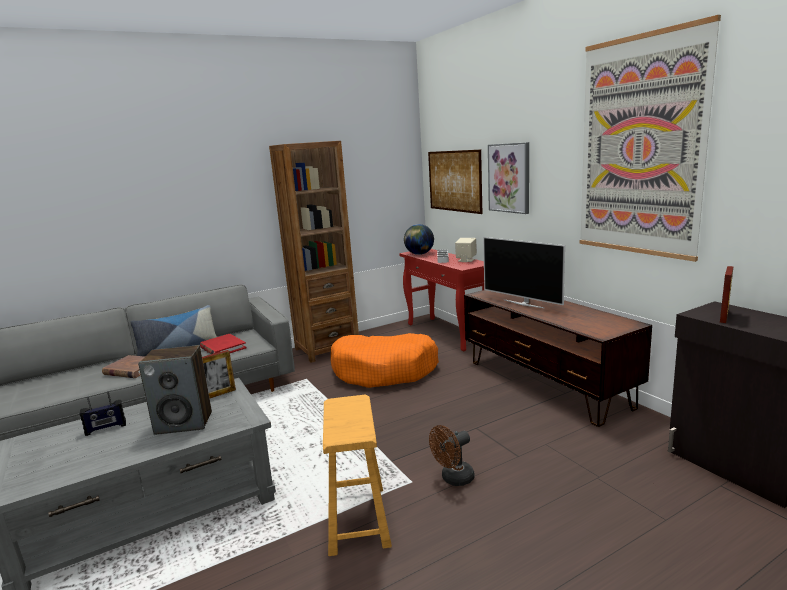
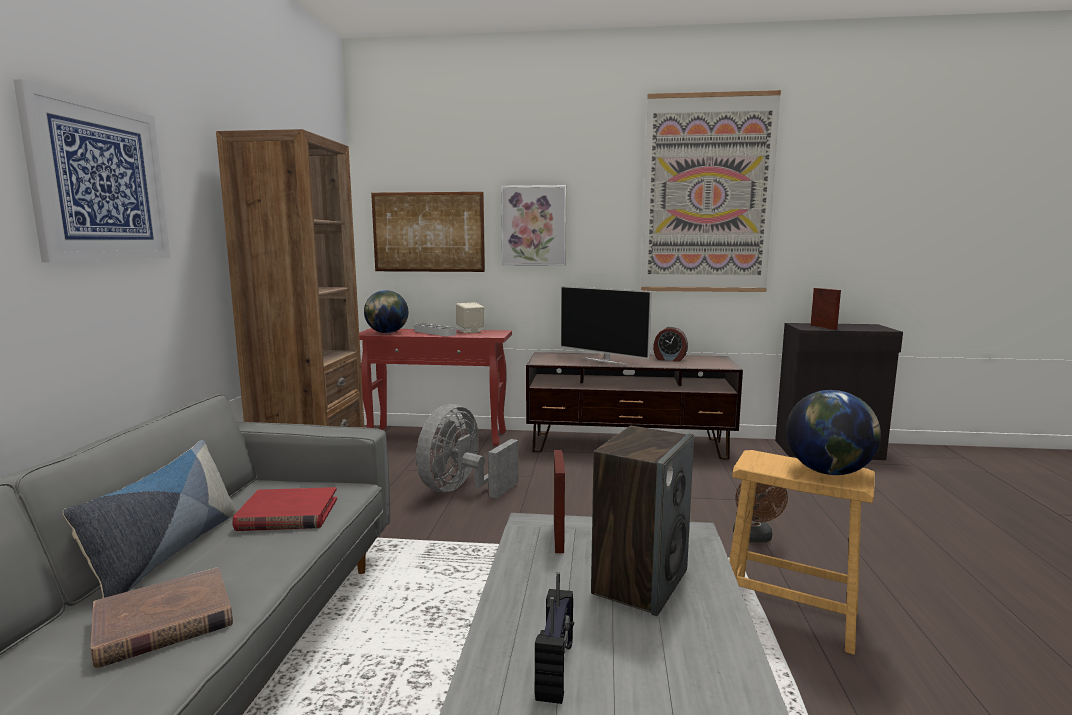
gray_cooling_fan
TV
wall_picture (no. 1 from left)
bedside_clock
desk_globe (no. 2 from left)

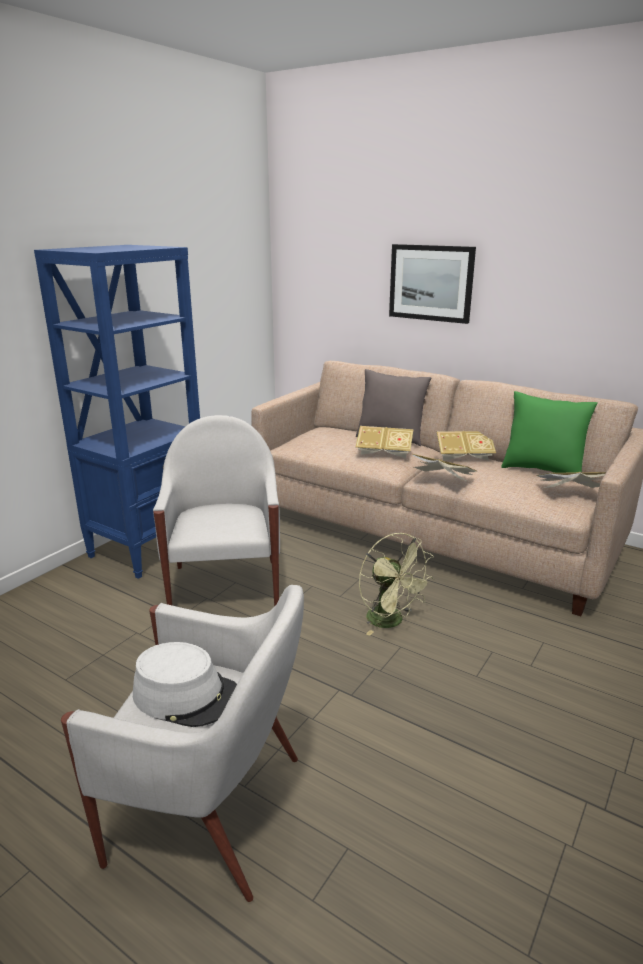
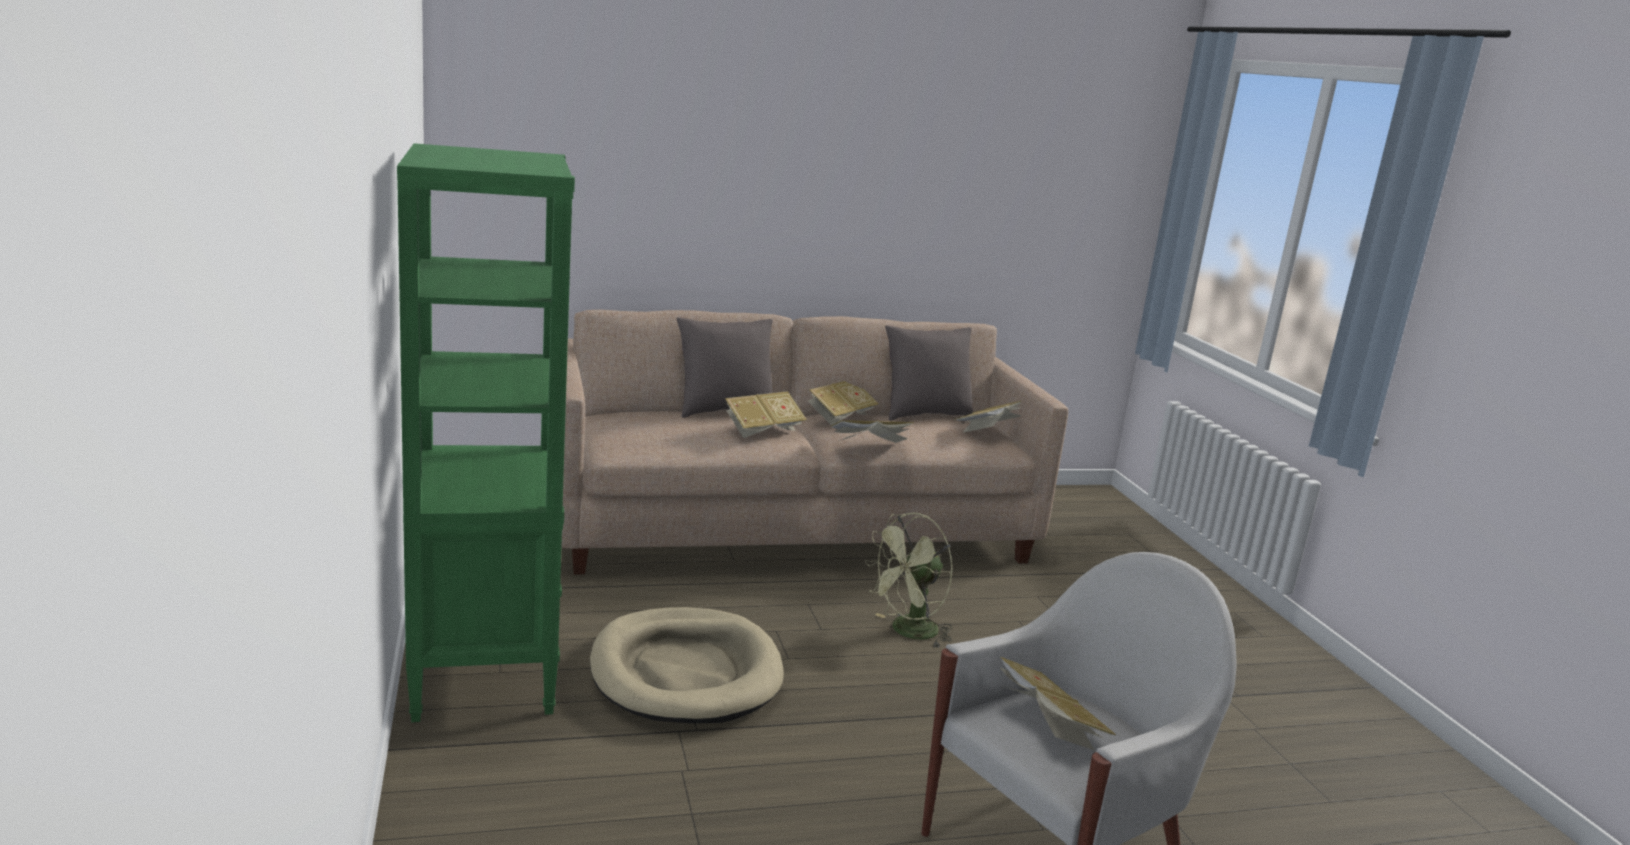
greenish_shelving_unit
volume (no. 5 from left)
sand-coloured_dog_bed
greenish_cooling_fan
wall_picture
gray_throw_pillow (no. 2 from left)

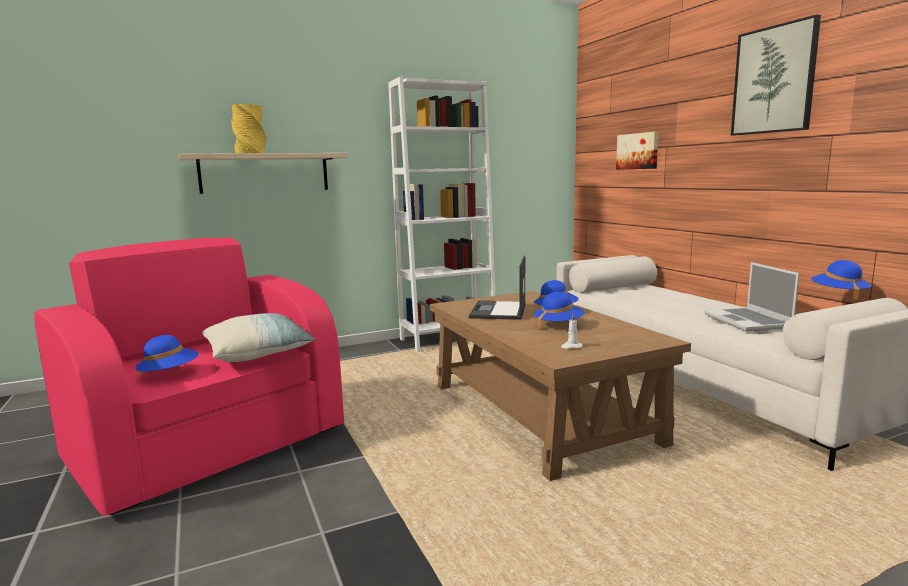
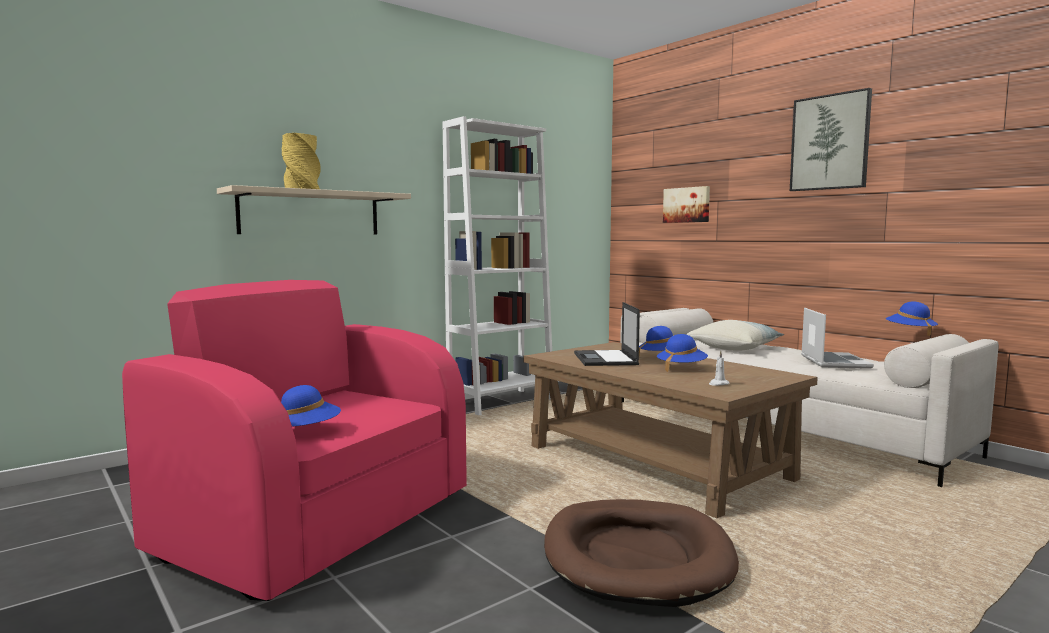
throw_pillow
laptop (no. 2 from left)
brown-coloured_dog_bed

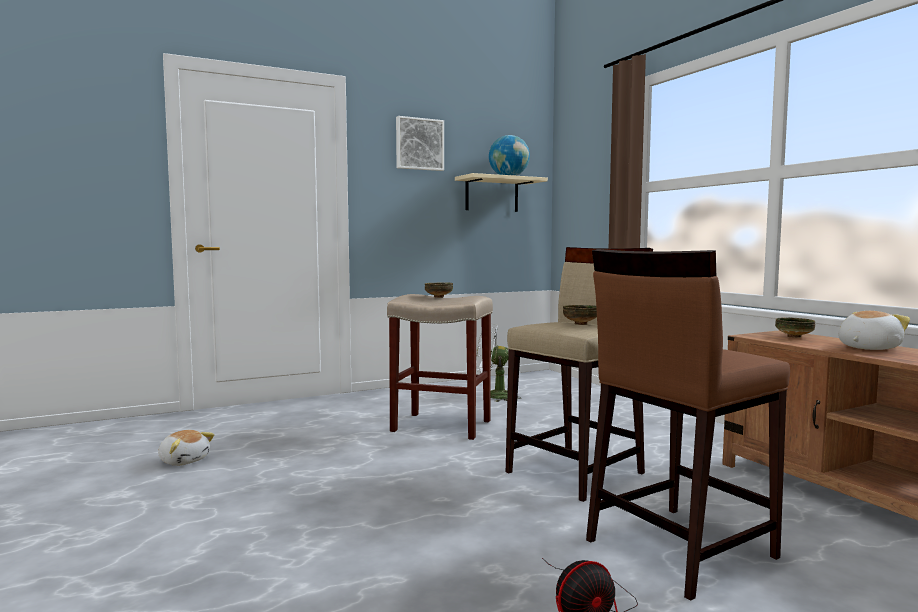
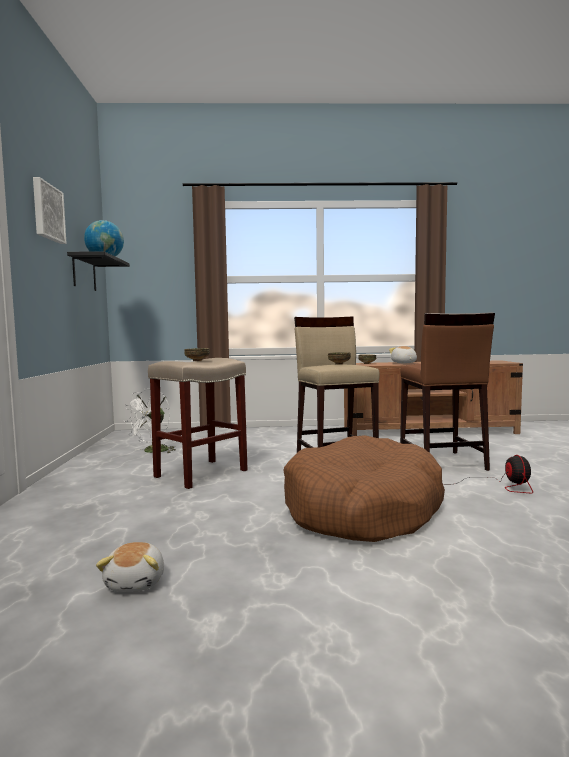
plush_toy (no. 1 from left)
blackish_bracket_shelf
brown-coloured_dog_bed

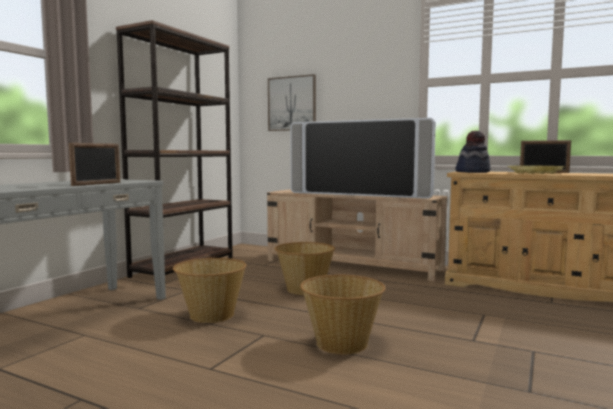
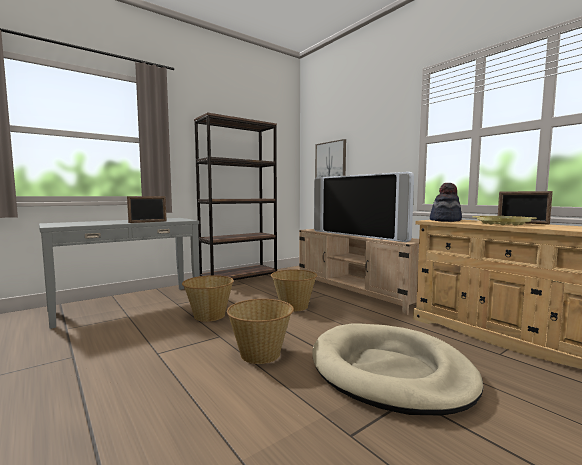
sand-coloured_dog_bed

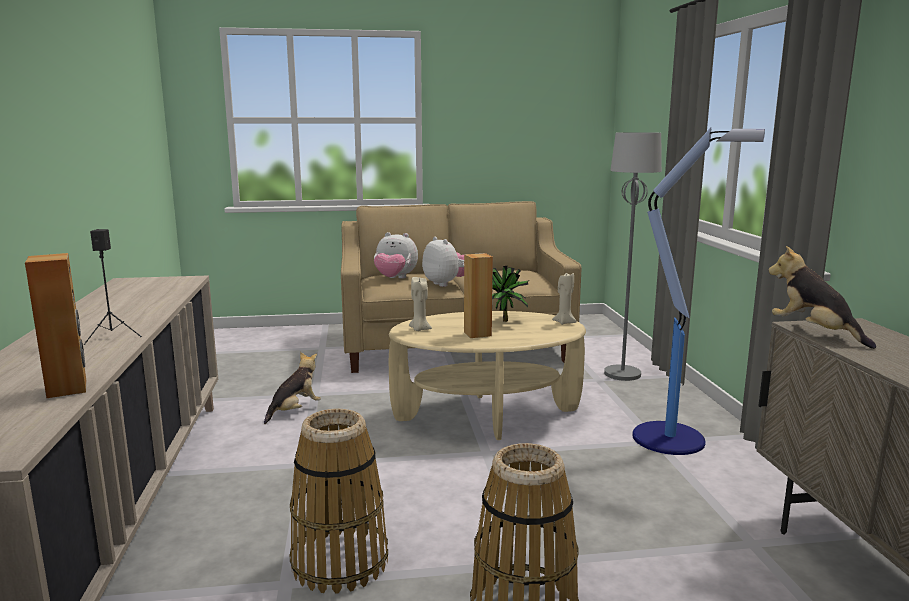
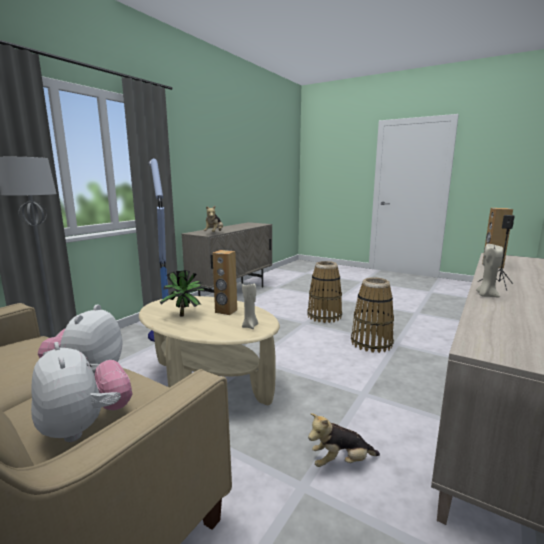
sand-coloured_candle (no. 2 from left)

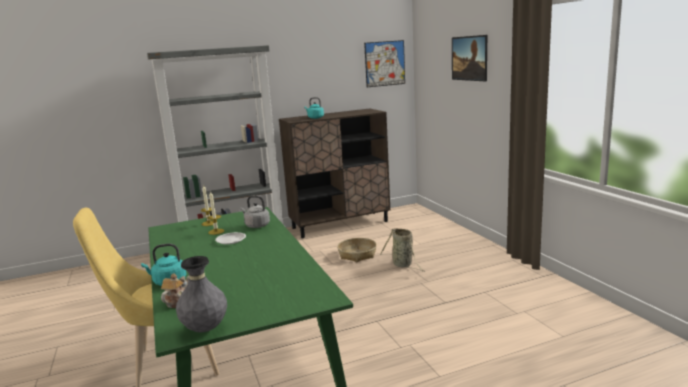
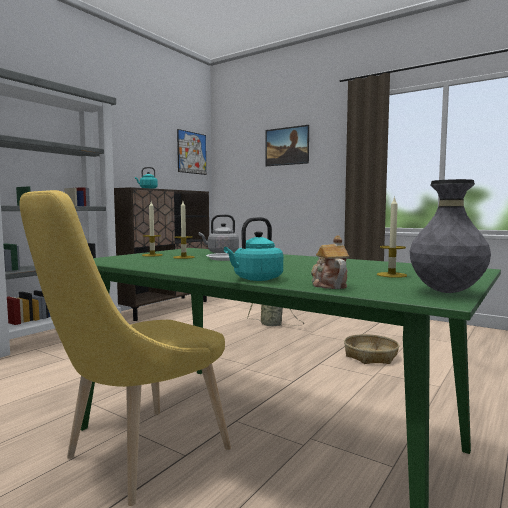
storage_basket (no. 2 from left)
candle (no. 3 from left)

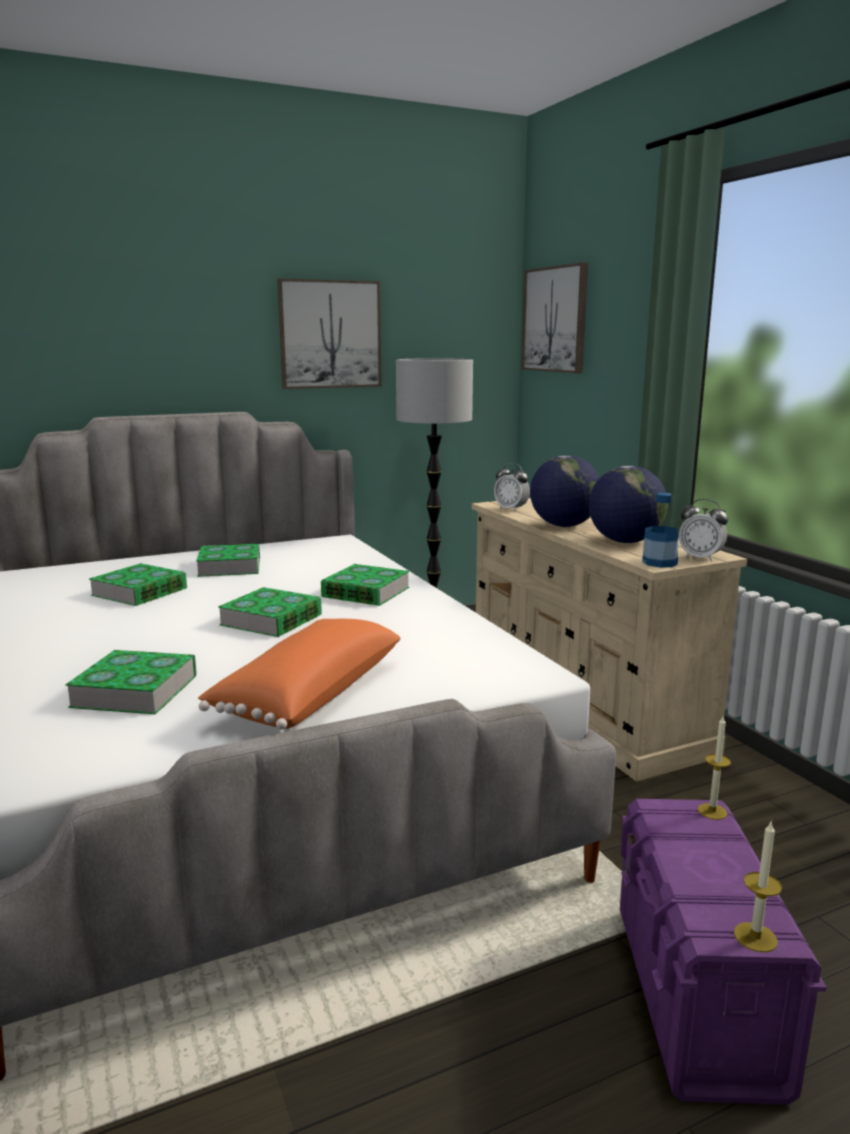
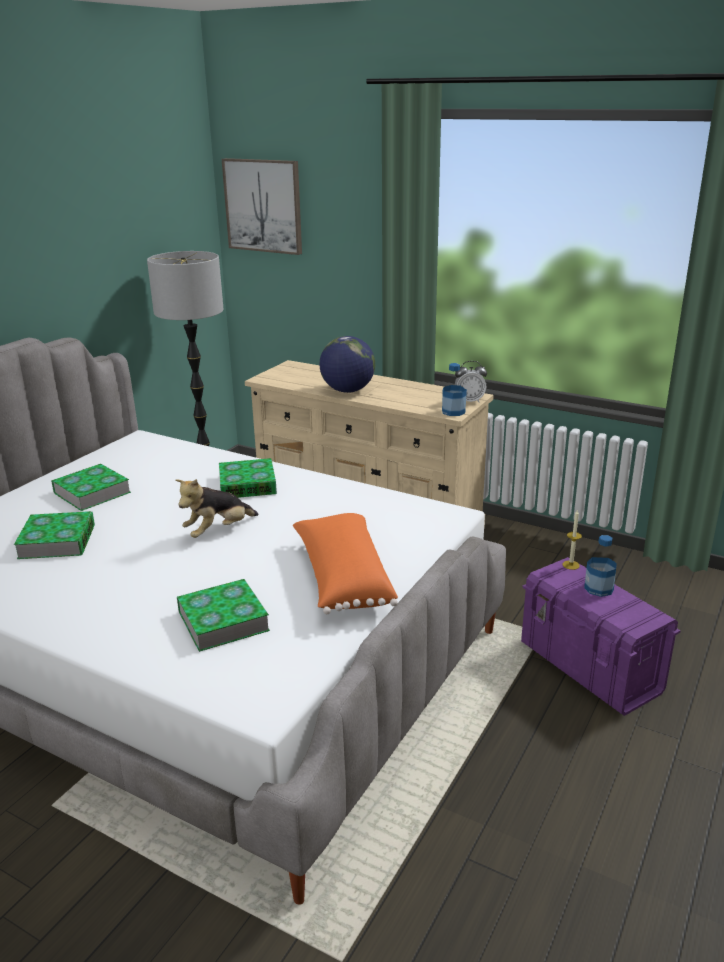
plush_toy
wall_picture (no. 1 from left in the first image)
bedside_clock (no. 1 from left in the first image)
desk_globe (no. 2 from left in the first image)
candle (no. 2 from left in the first image)
drink_bottle (no. 2 from left)

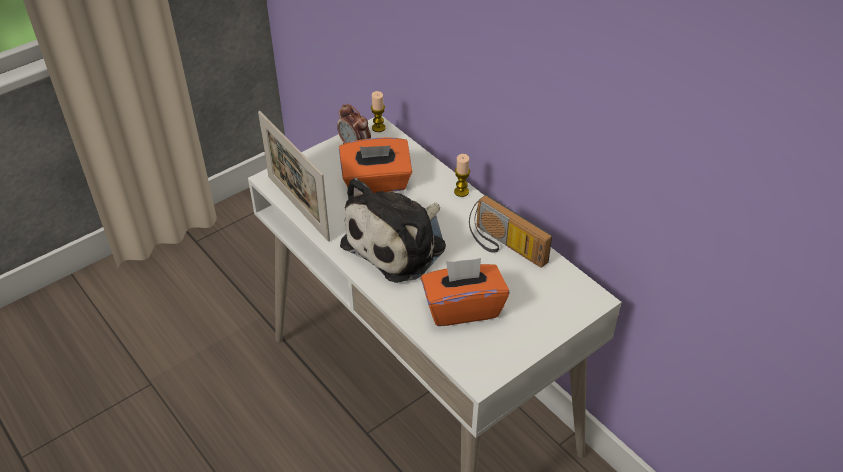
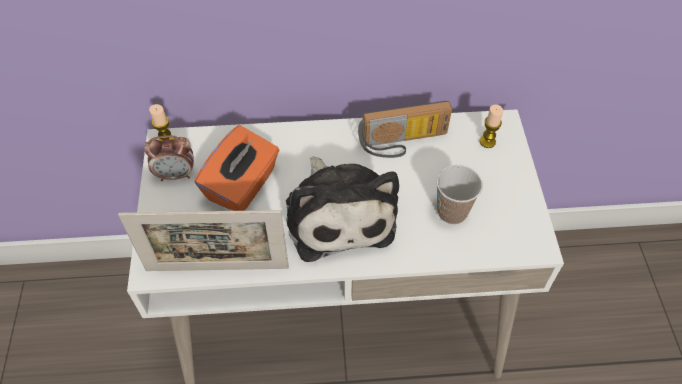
drinking_cup
candle (no. 2 from left)

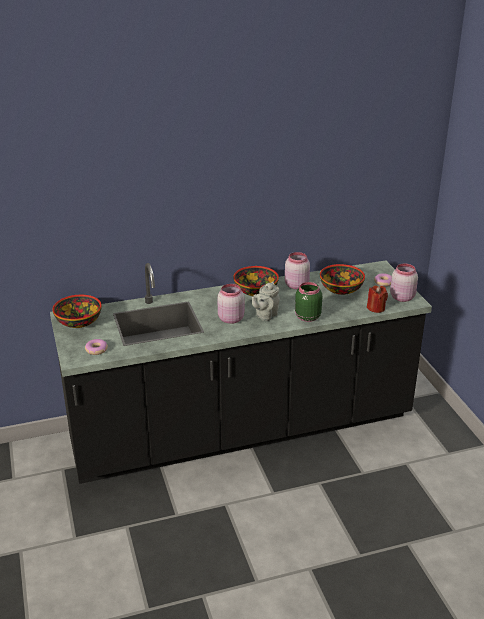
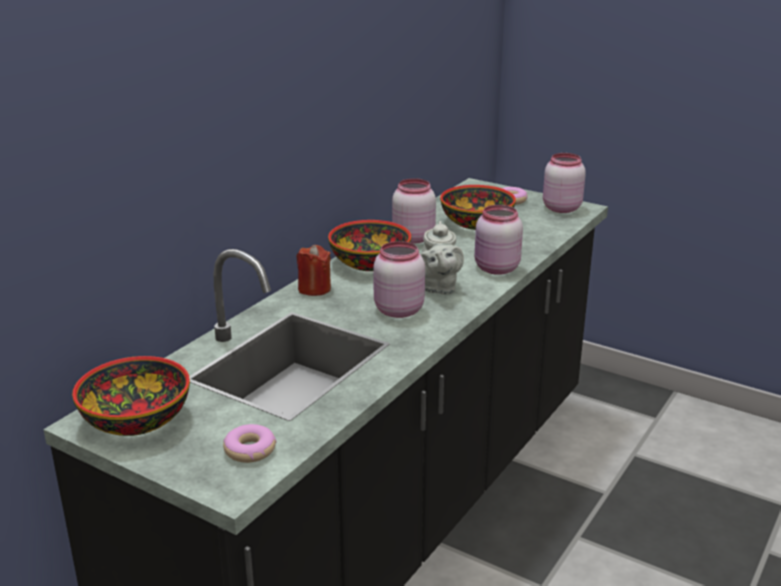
pinkish_storage_jar (no. 3 from left)
reddish_candle

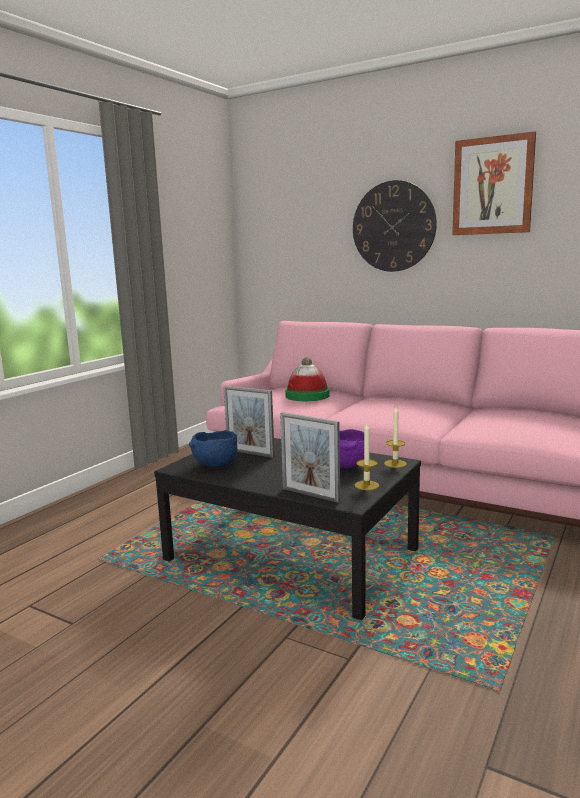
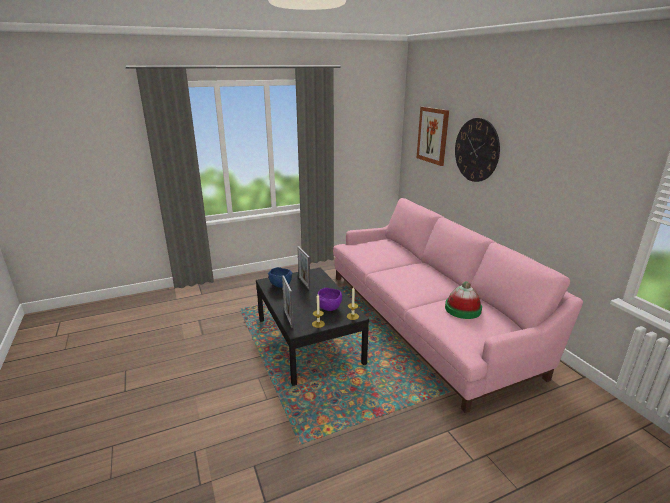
hat
wall_picture

